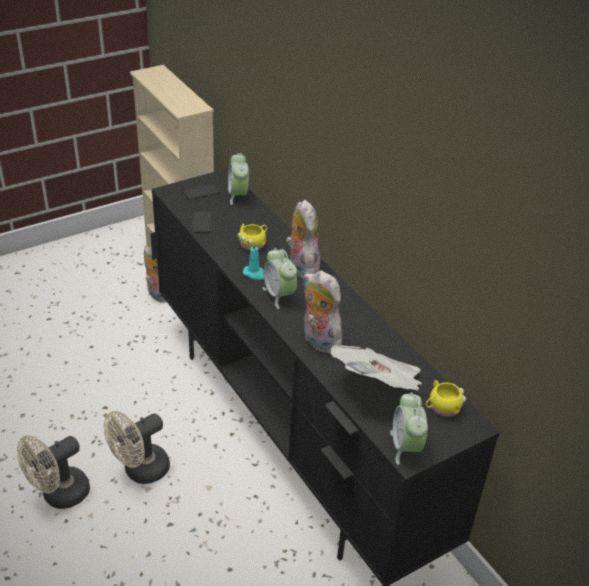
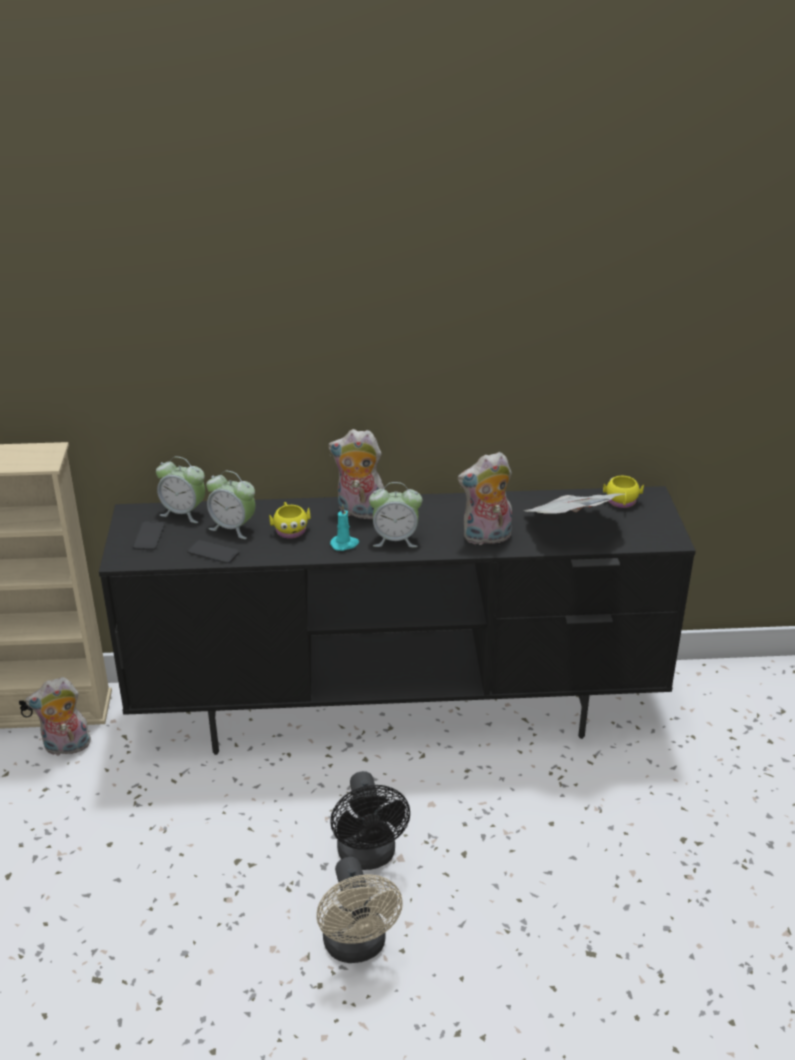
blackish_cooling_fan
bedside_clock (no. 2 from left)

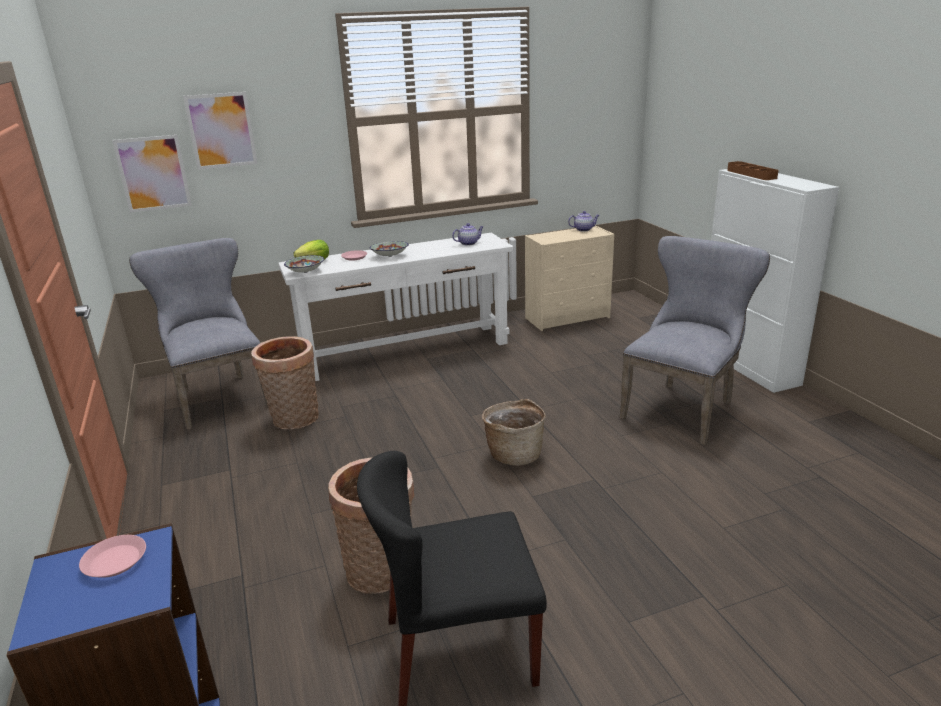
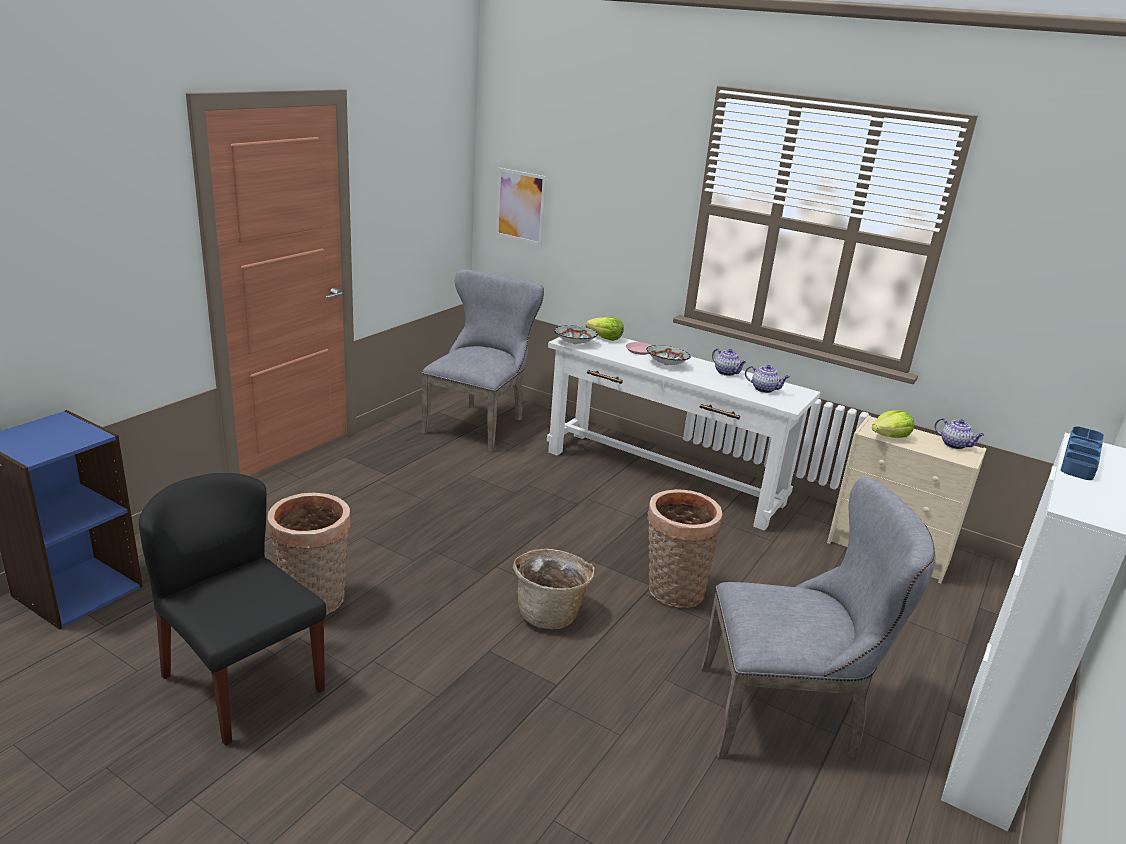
pinkish_plate (no. 1 from left in the first image)
wall_picture (no. 2 from left in the first image)
storage_basket (no. 3 from left)
blue_tray
pot_for_tea (no. 1 from left)
lettuce (no. 2 from left)

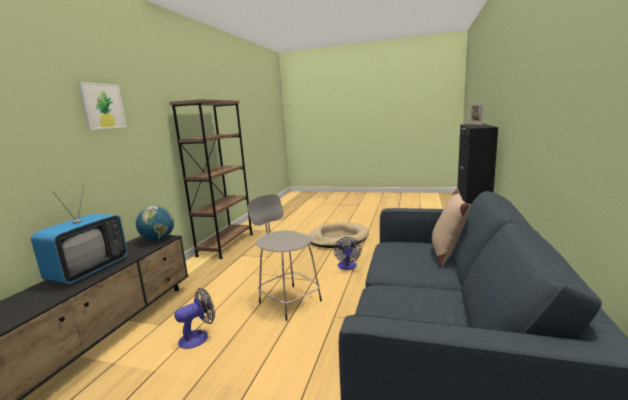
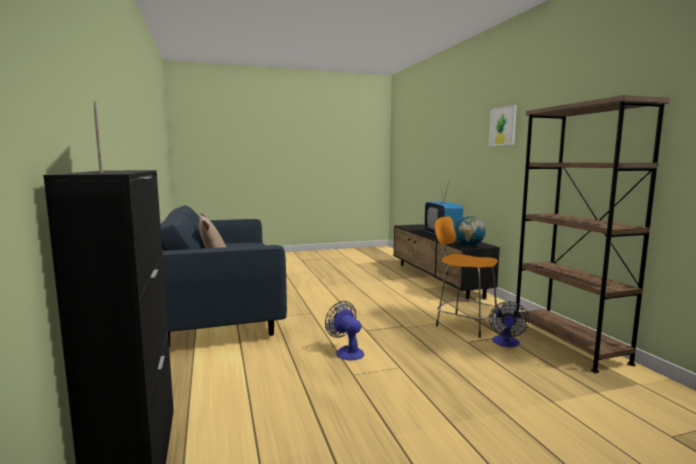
cooling_fan (no. 2 from left)
gray_stool_seat
sand-coloured_dog_bed
orange_stool_seat

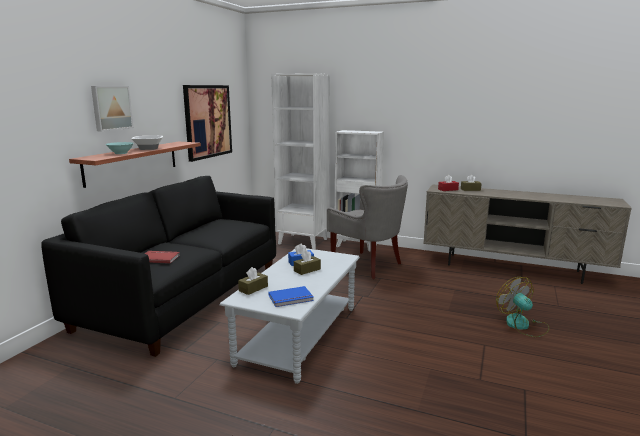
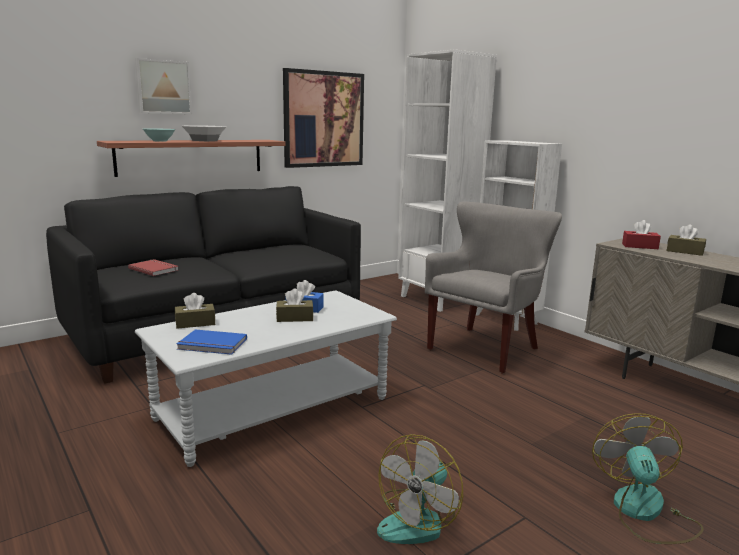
gray_lounge_chair
cooling_fan (no. 1 from left)

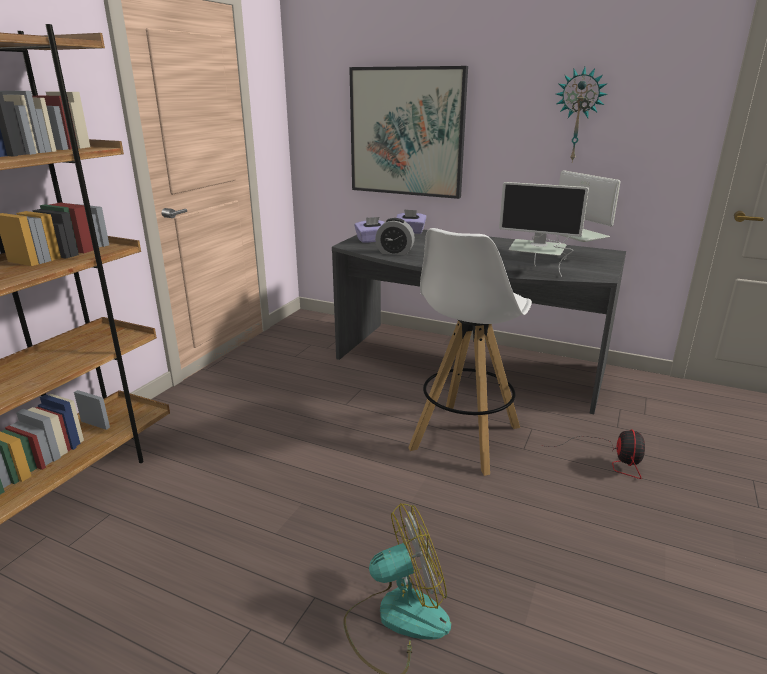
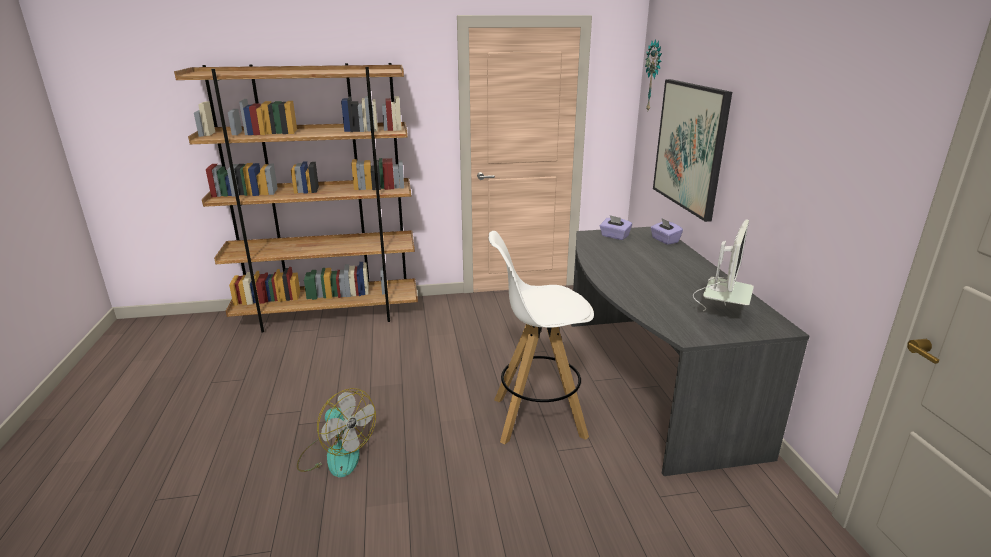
bedside_clock
computer_display (no. 1 from left in the first image)
cooling_fan (no. 2 from left in the first image)
clock_on_the_wall

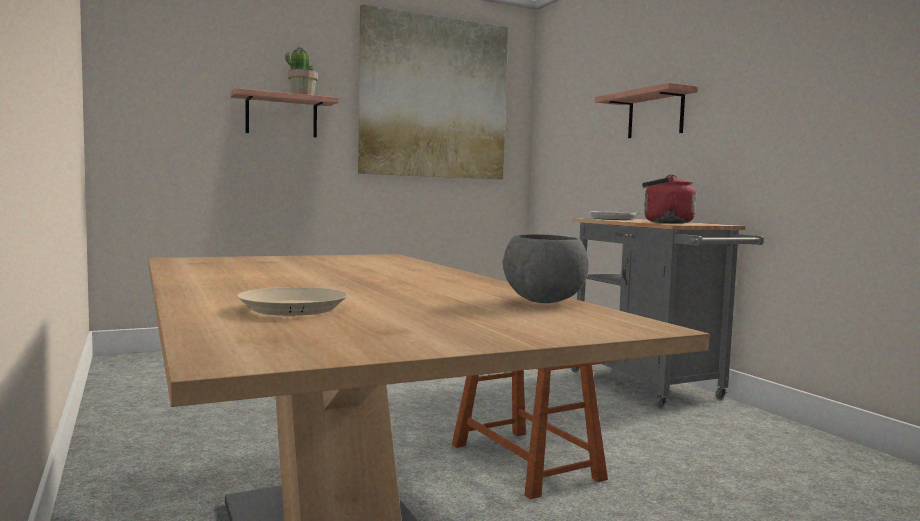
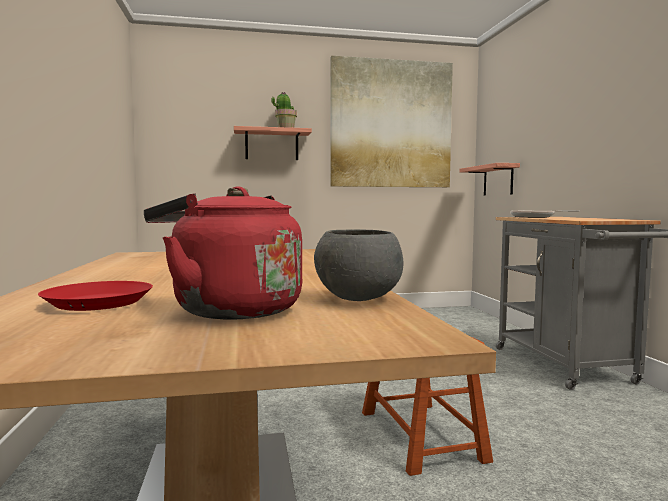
reddish_plate
bracket_shelf (no. 2 from left)
reddish_tea_kettle

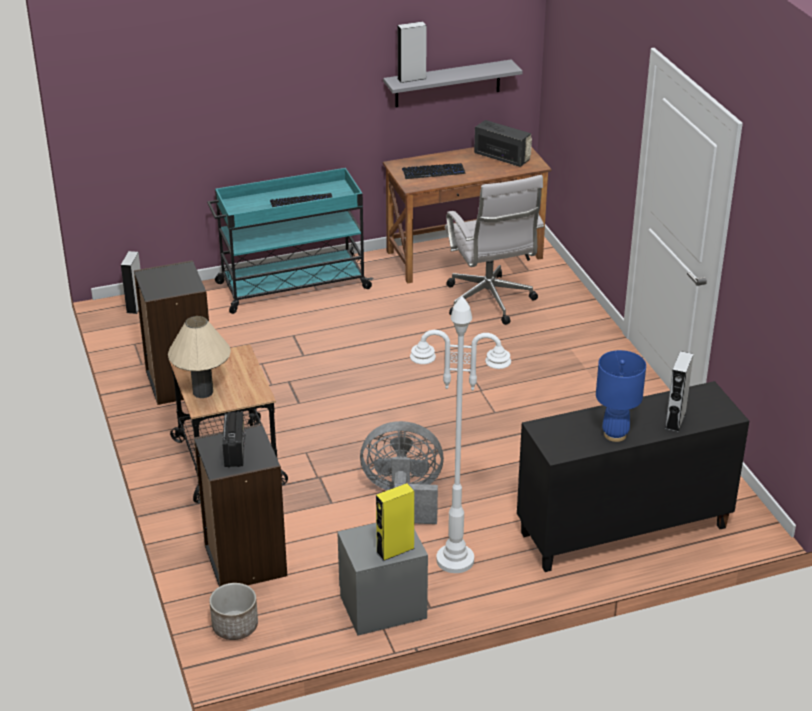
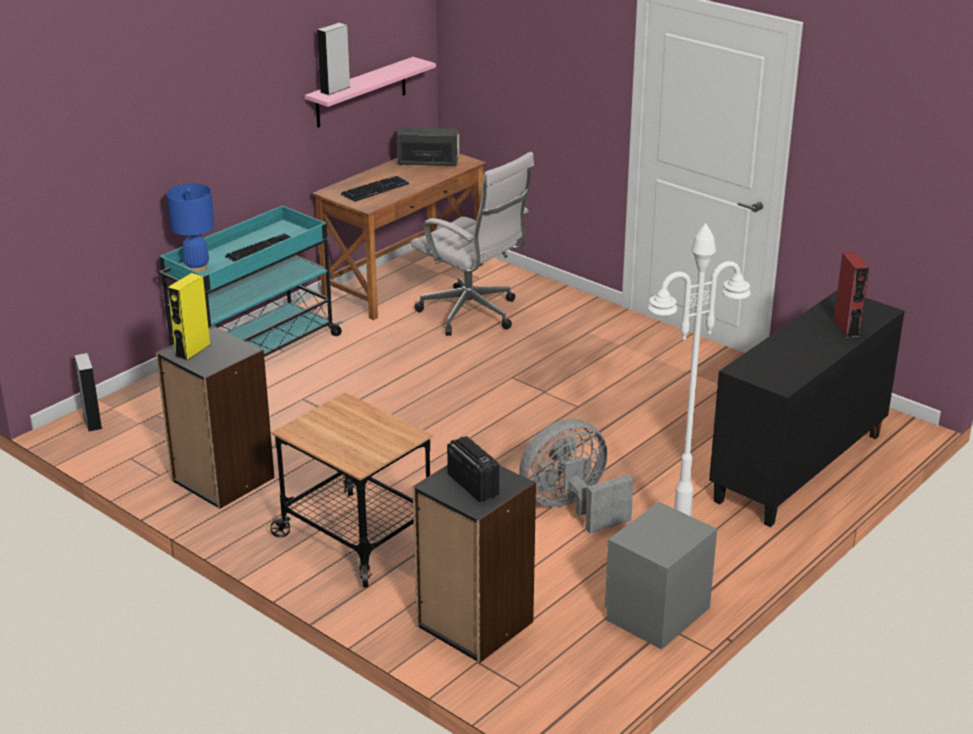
sand-coloured_table_lamp
plant_pot
yellowish_audio_speaker
pinkish_bracket_shelf
blue_table_lamp
reddish_audio_speaker

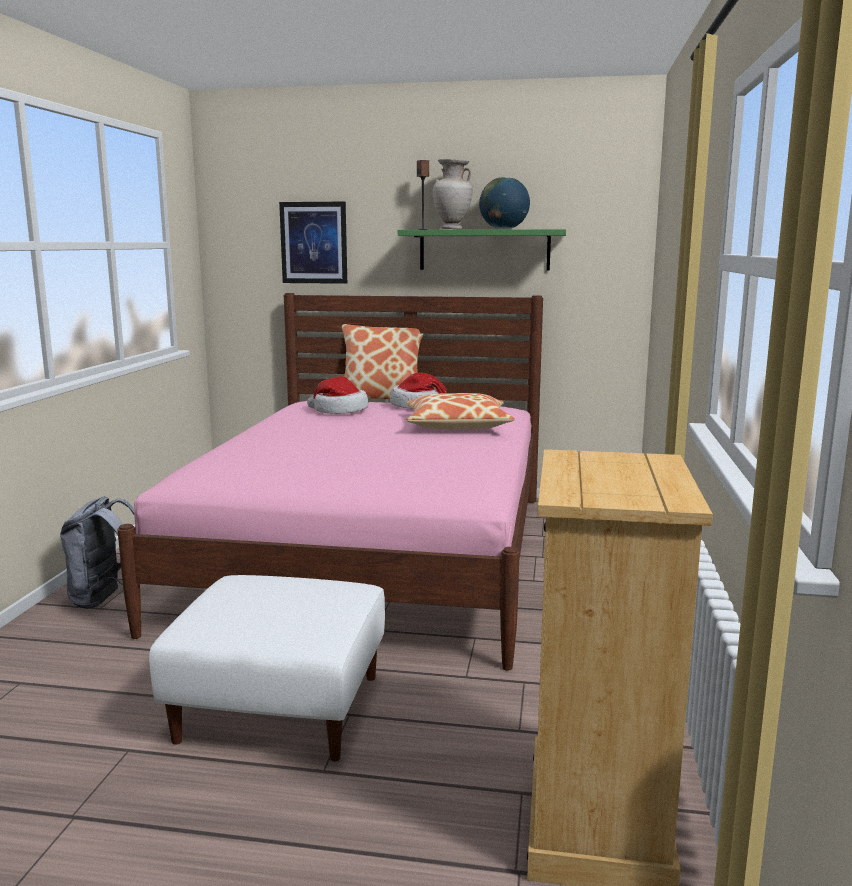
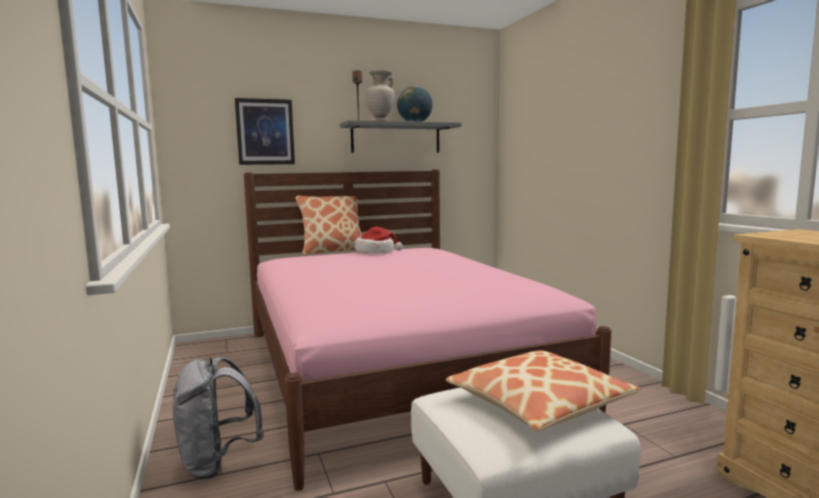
hat (no. 1 from left in the first image)
gray_bracket_shelf
throw_pillow (no. 2 from left)

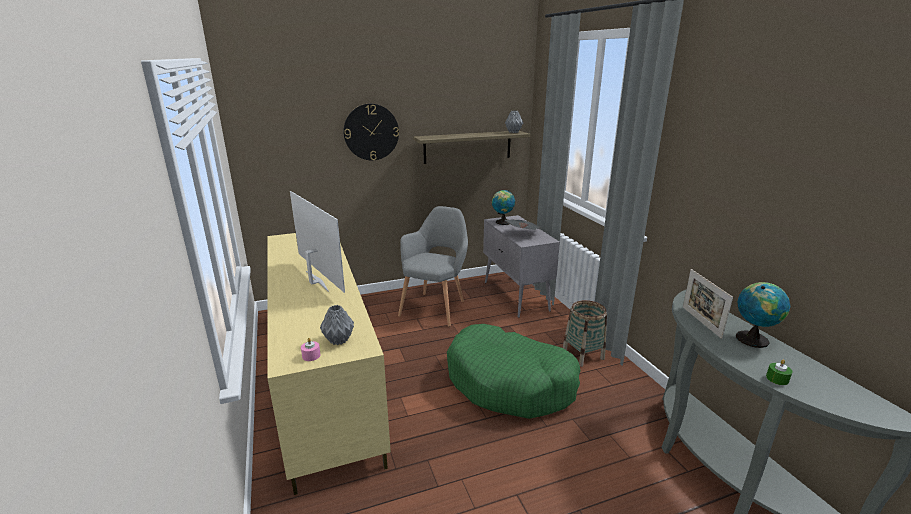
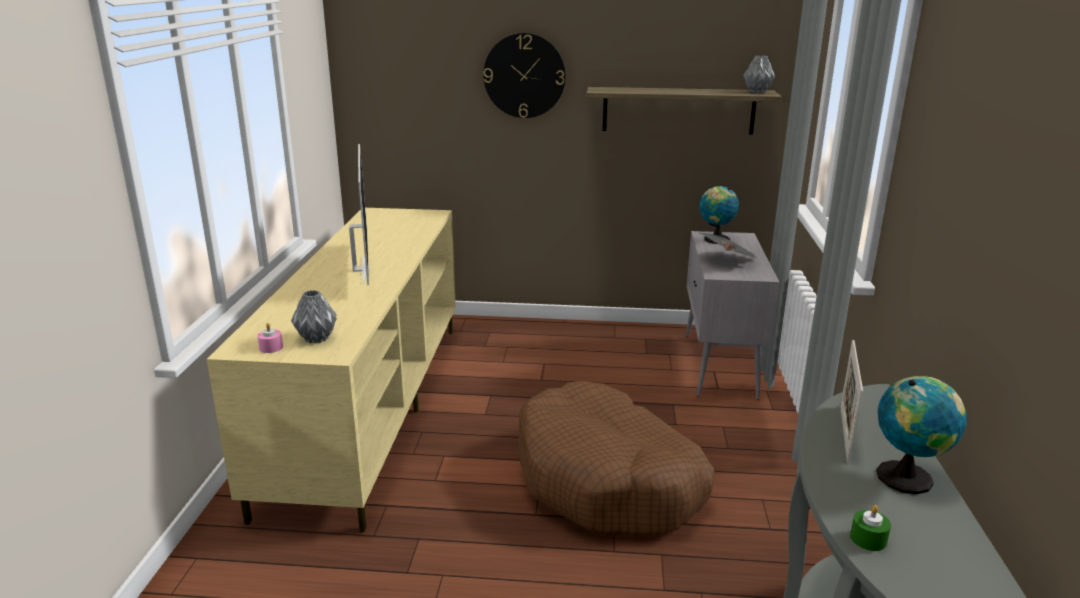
gray_lounge_chair
brown-coloured_dog_bed
storage_basket

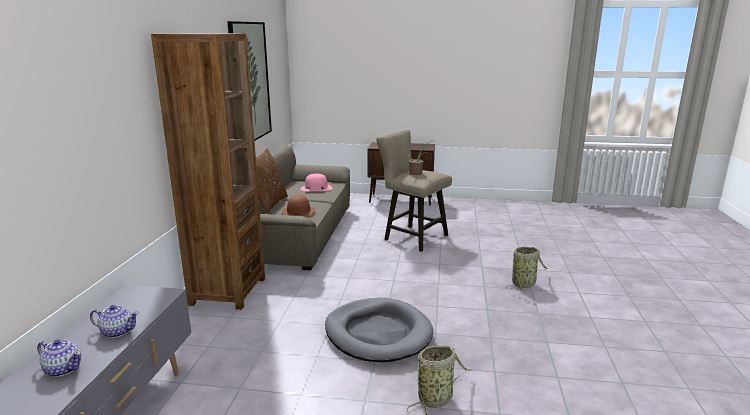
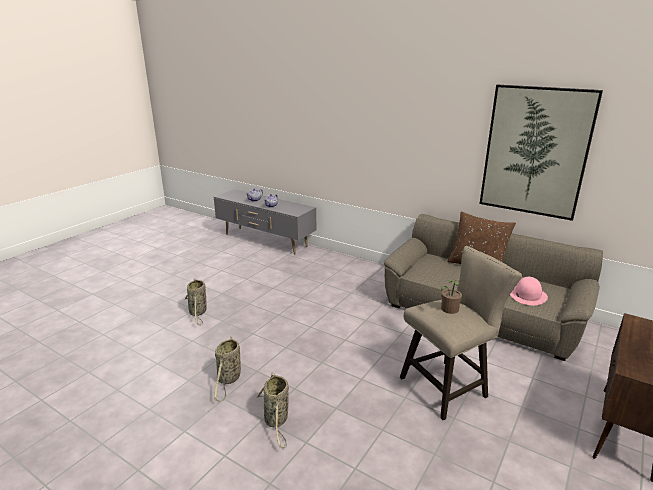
brown-coloured_shelving_unit
brown-coloured_hat
gray_dog_bed
storage_basket (no. 2 from left)

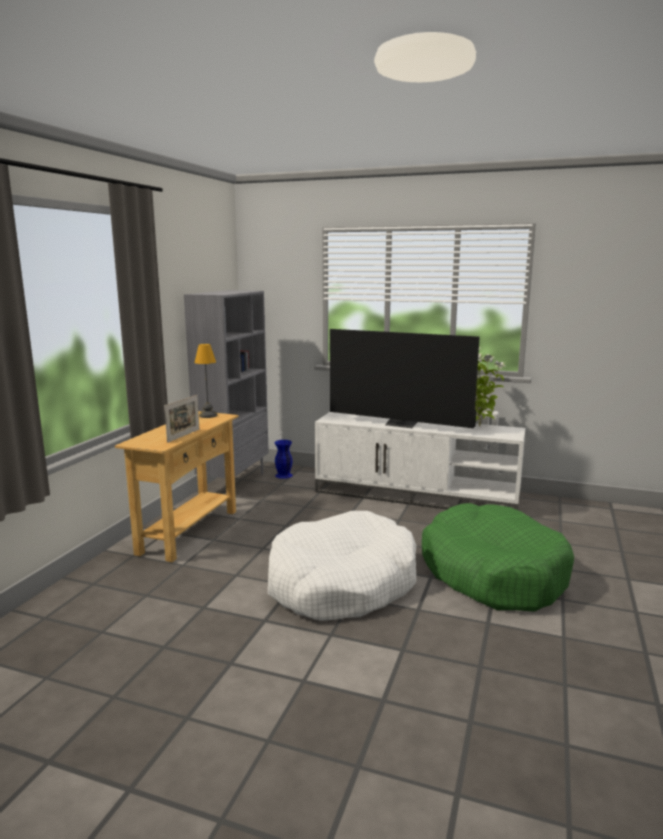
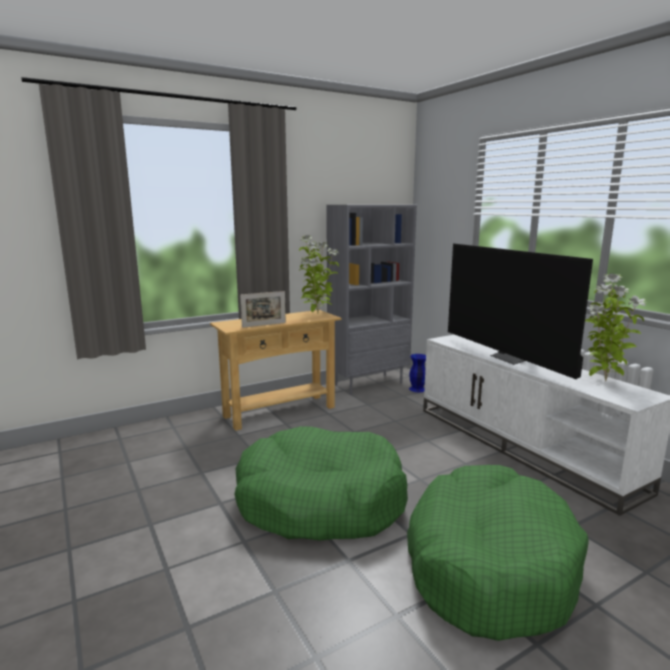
houseplant (no. 1 from left)
greenish_dog_bed (no. 1 from left)

